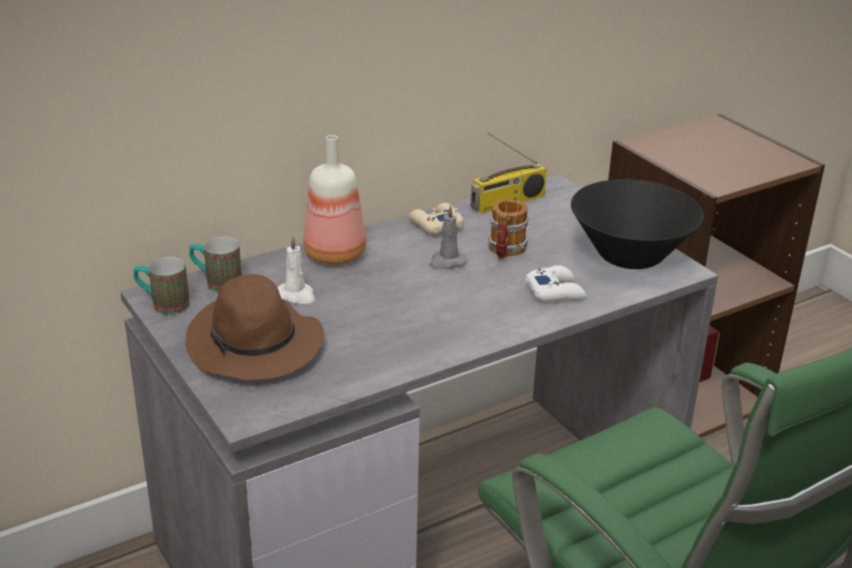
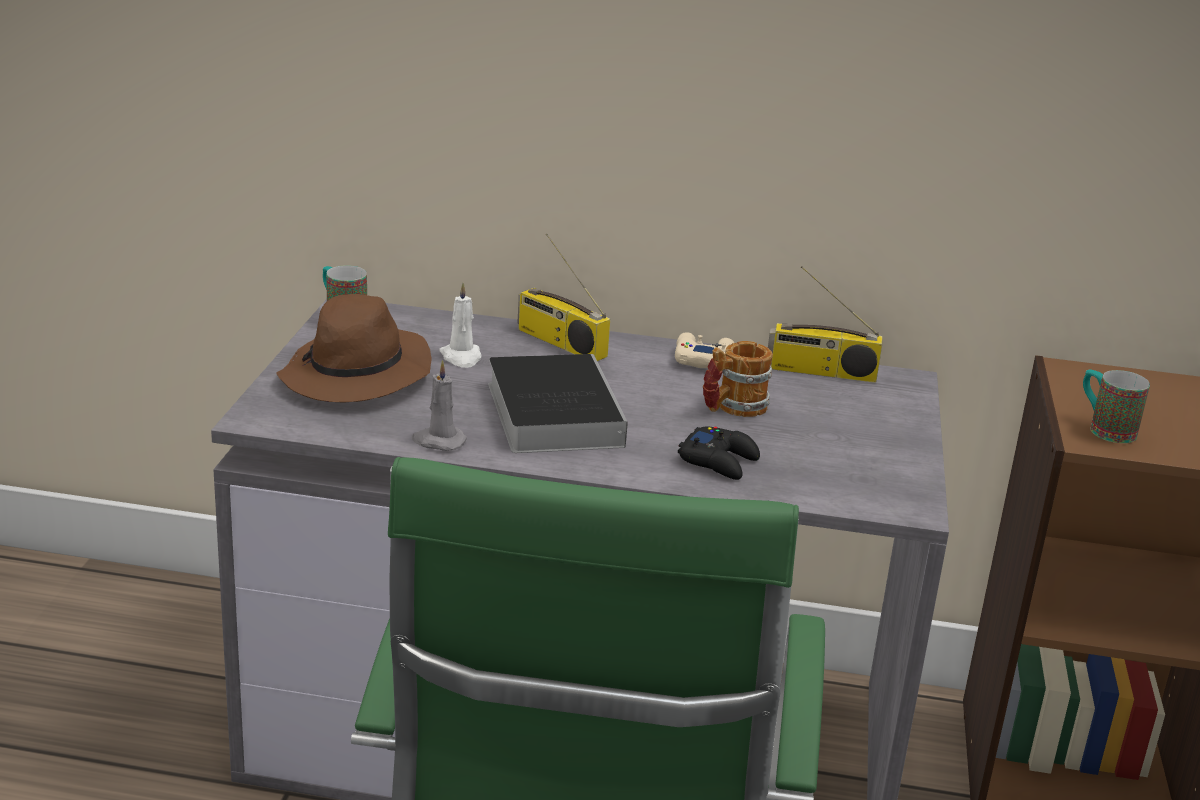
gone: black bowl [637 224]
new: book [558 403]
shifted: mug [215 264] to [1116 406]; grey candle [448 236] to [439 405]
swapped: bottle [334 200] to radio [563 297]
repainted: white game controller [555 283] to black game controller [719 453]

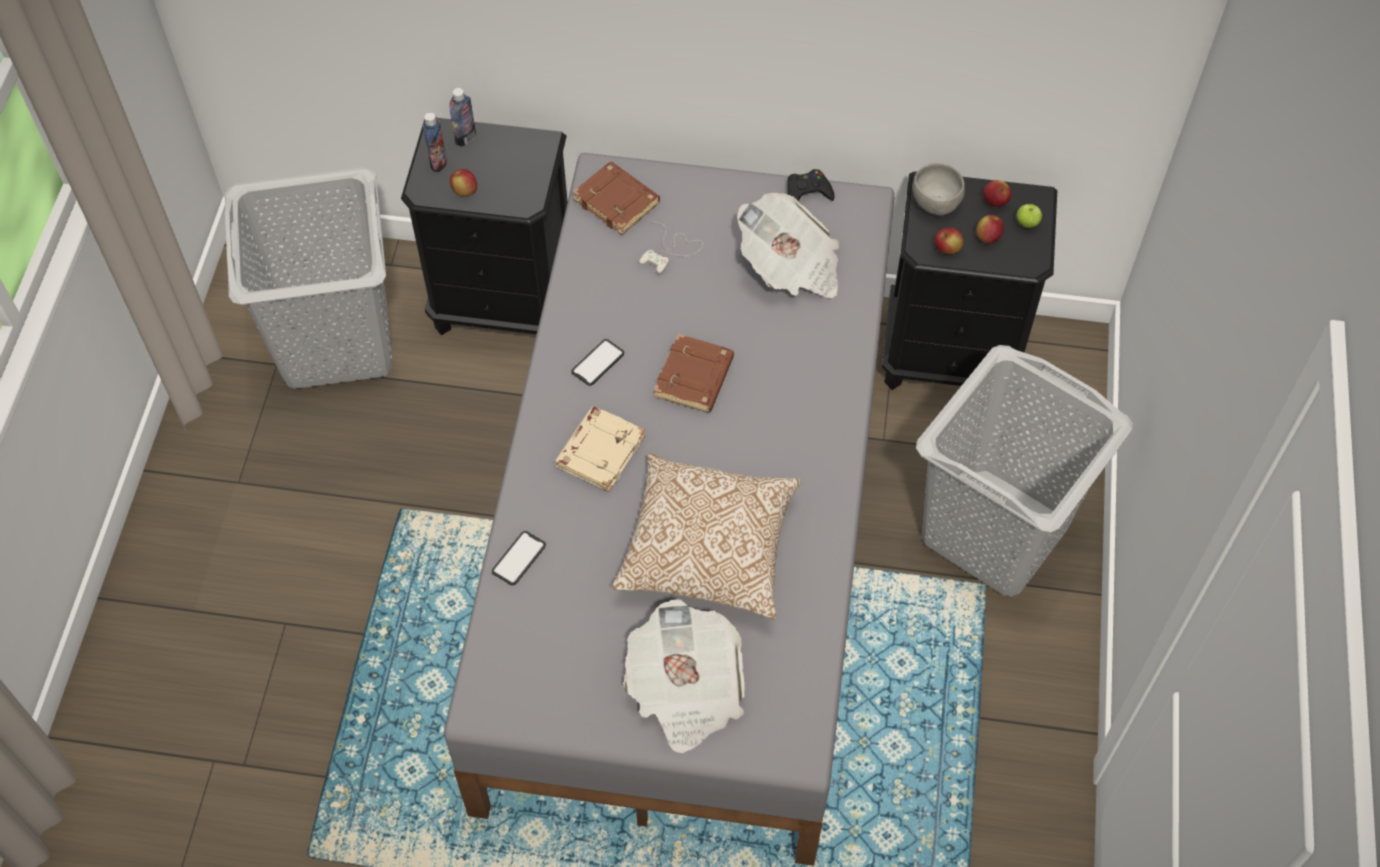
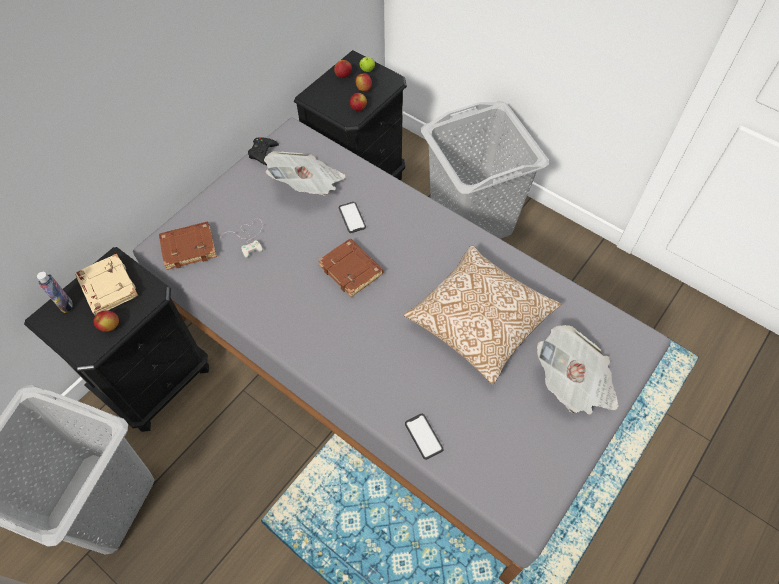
gone: bottle [435 142]; grey bowl [938 189]
shifted: beige book [600 449] to [106 285]; phone [597 362] to [352 217]

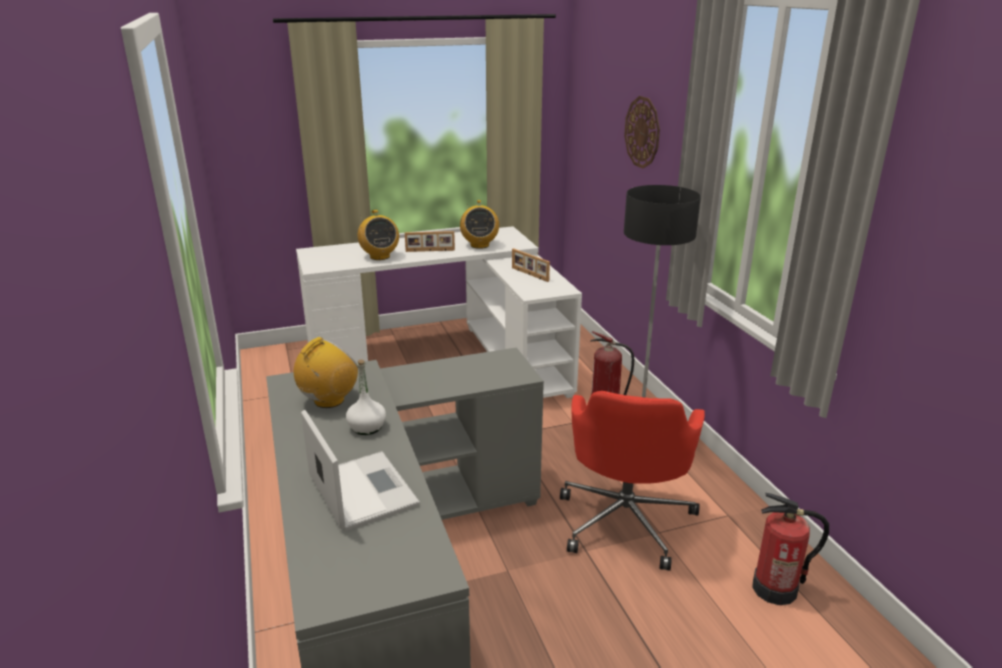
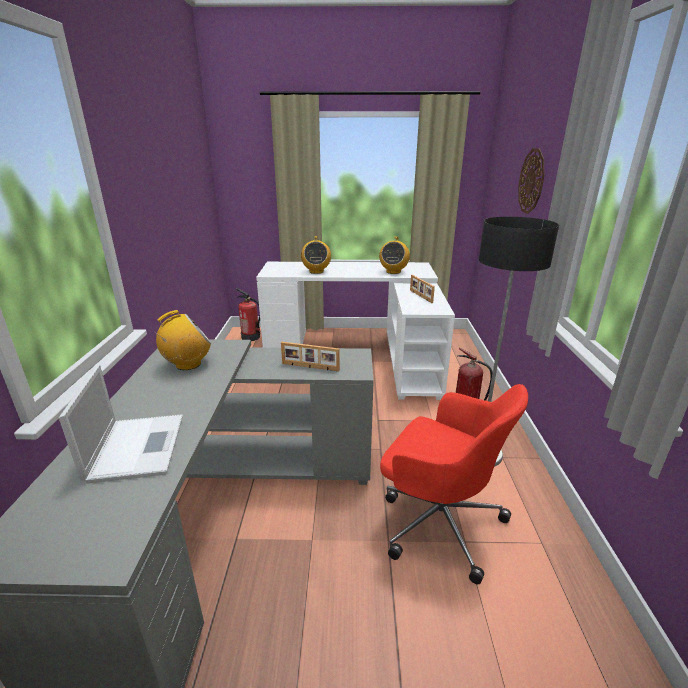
gone: white bottle [366 397]
shifted: picture frame [430 241] to [310 356]; fire extinguisher [790 549] to [248 314]
rotated: red office chair [632 481] = [454 484] 90 degrees counterclockwise

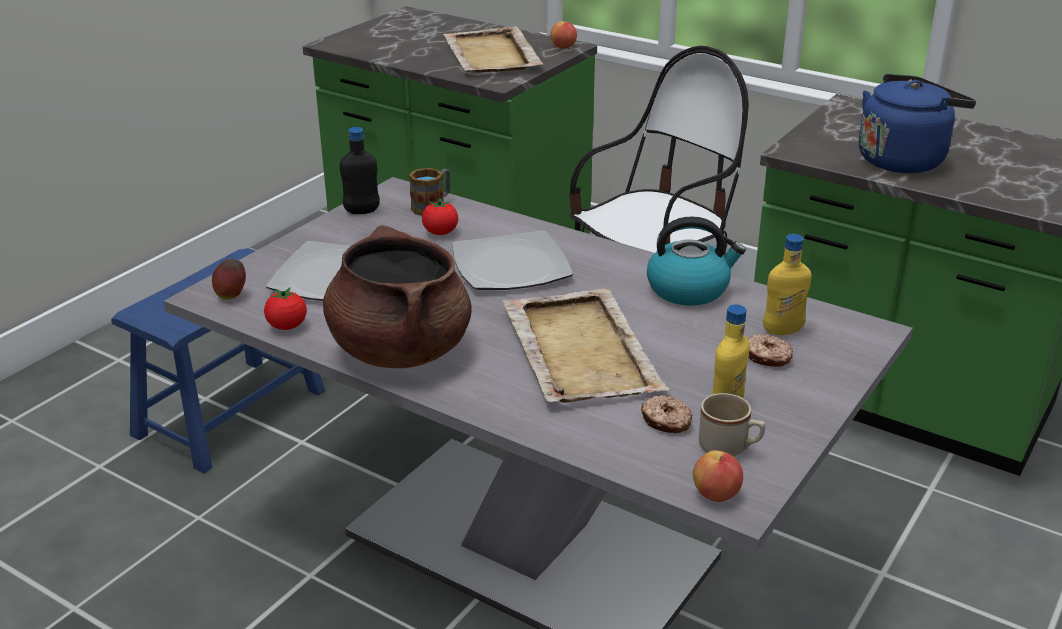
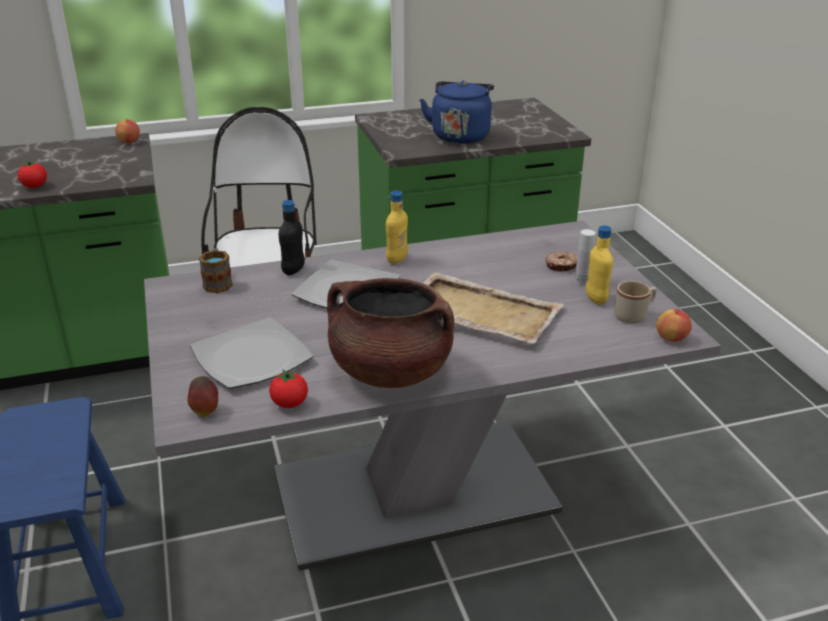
gone: beige tray [493 49]; donut [667 414]; kettle [696 261]
new: white bottle [585 257]
shifted: black bottle [360 170] to [292 237]; tomato [440 216] to [32 174]; yellow bottle [787 284] to [397 227]

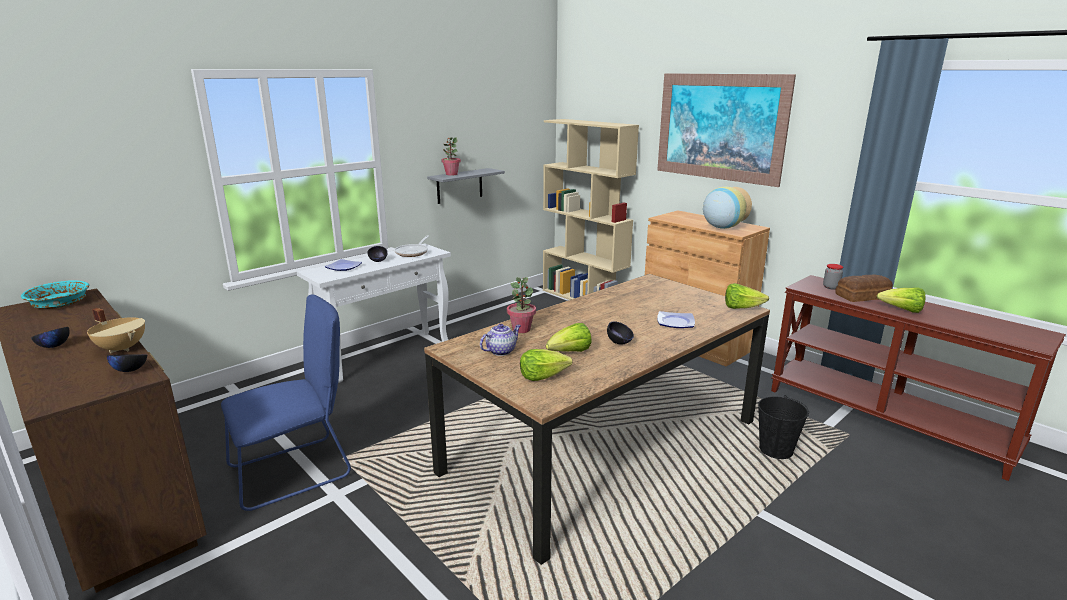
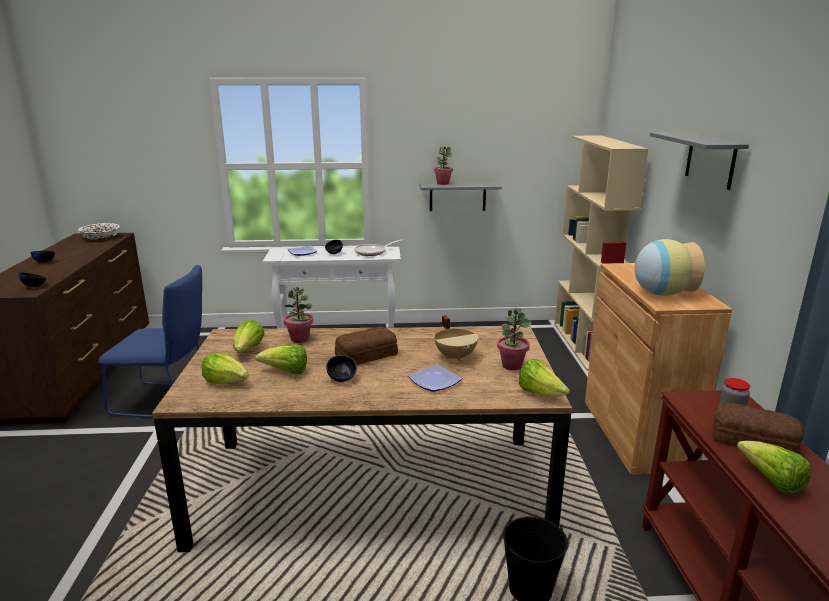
new: bread [366 346]; potted plant [514 339]
shifted: beige cooking pot [116 330] to [456 338]
swapped: teapot [500 340] to lettuce [248 336]; picture [726 130] to grey shelf [699 161]
repainted: turquoise bowl [55 294] to white bowl [99 231]

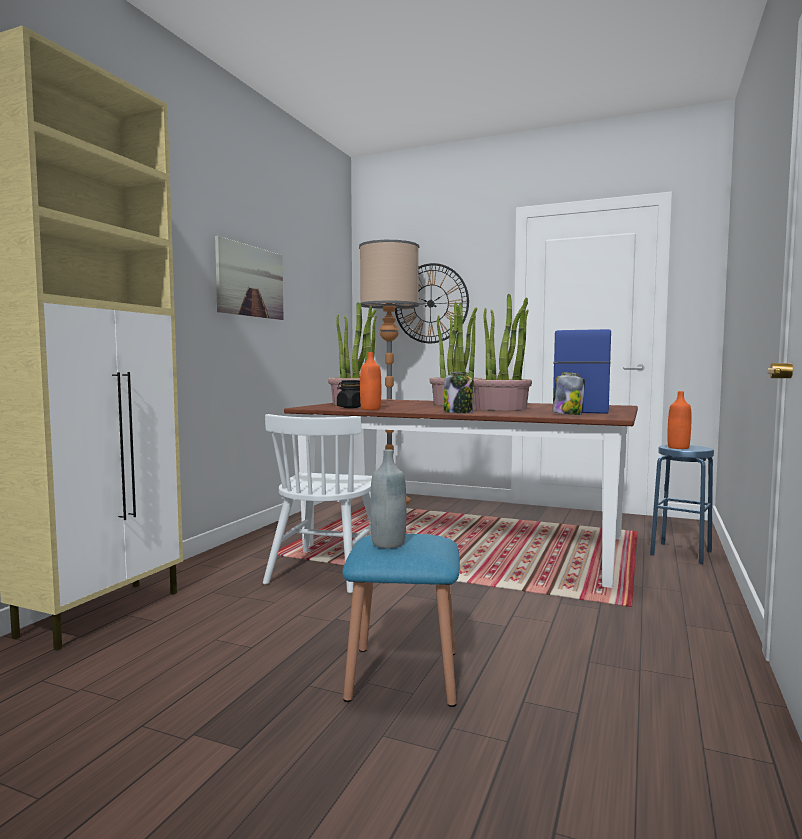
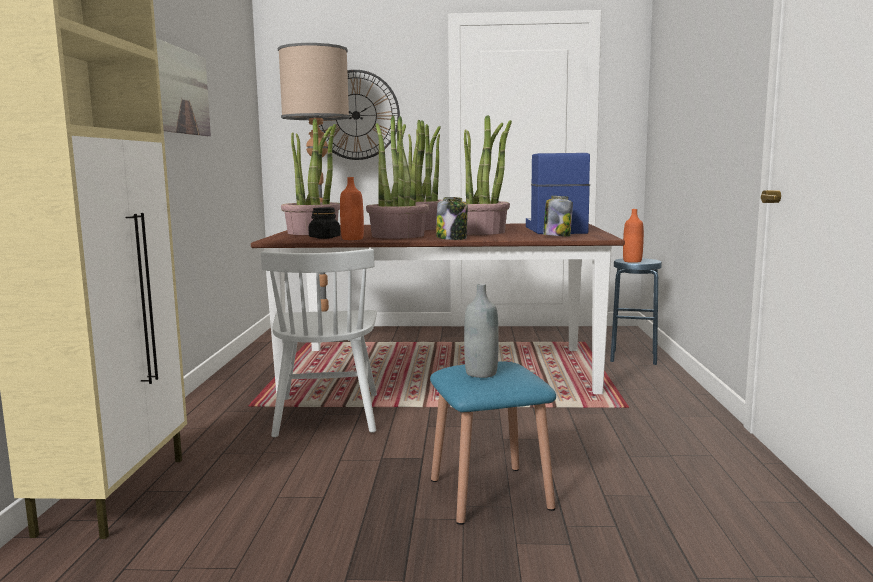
new: potted plant [397 177]

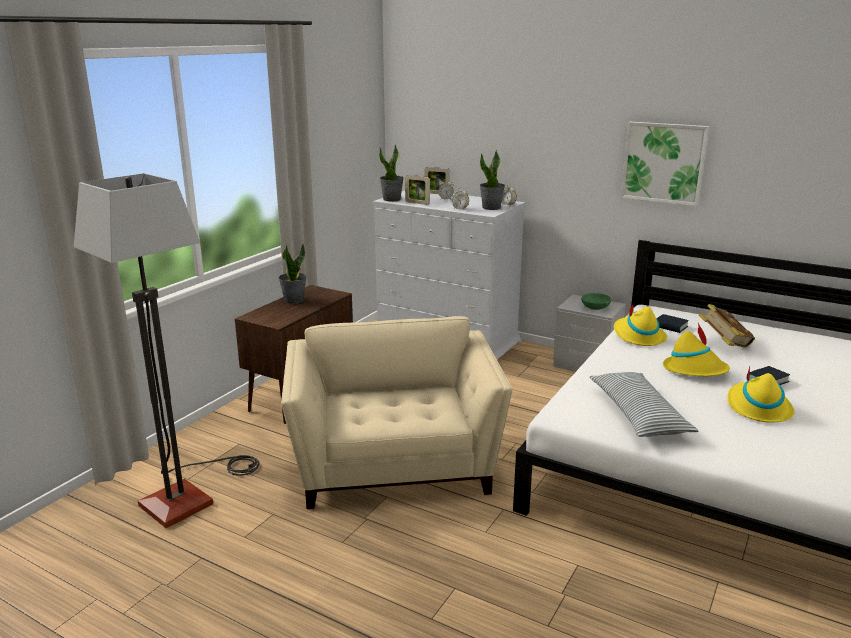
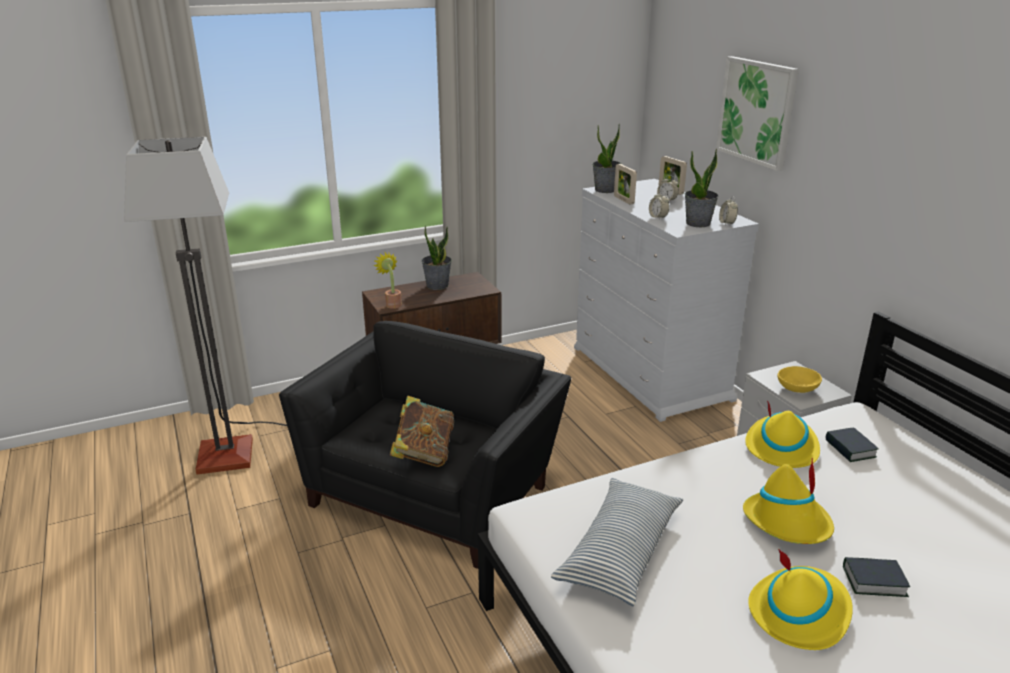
new: potted plant [387 280]
shifted: picture [665 164] to [757 113]; book [727 326] to [422 431]
repainted: beige armchair [396 412] to black armchair [425 445]; green bowl [596 301] to yellow bowl [800 379]

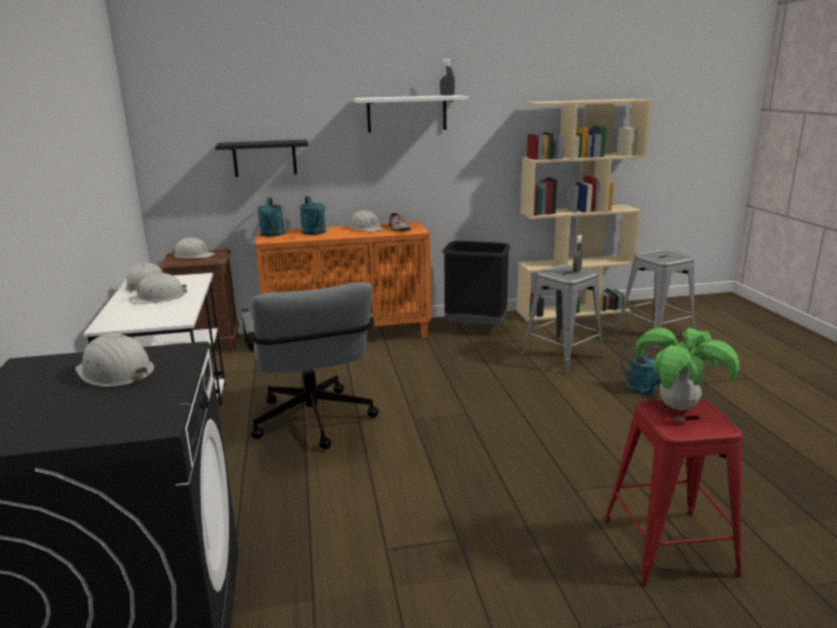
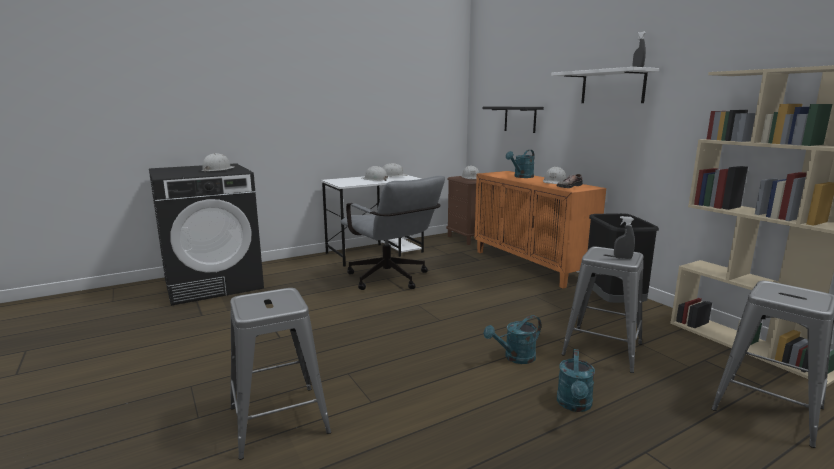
gone: potted plant [687 369]
shifted: turquoise watering can [271 217] to [512 339]
repainted: red stool [673 492] to grey stool [280 374]
rotated: grey office chair [310 365] = [392 233] 90 degrees counterclockwise

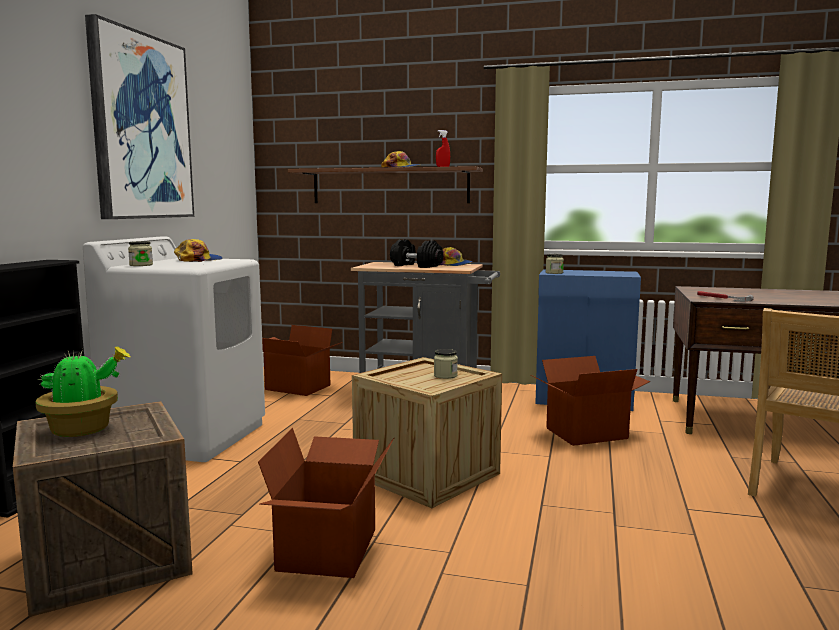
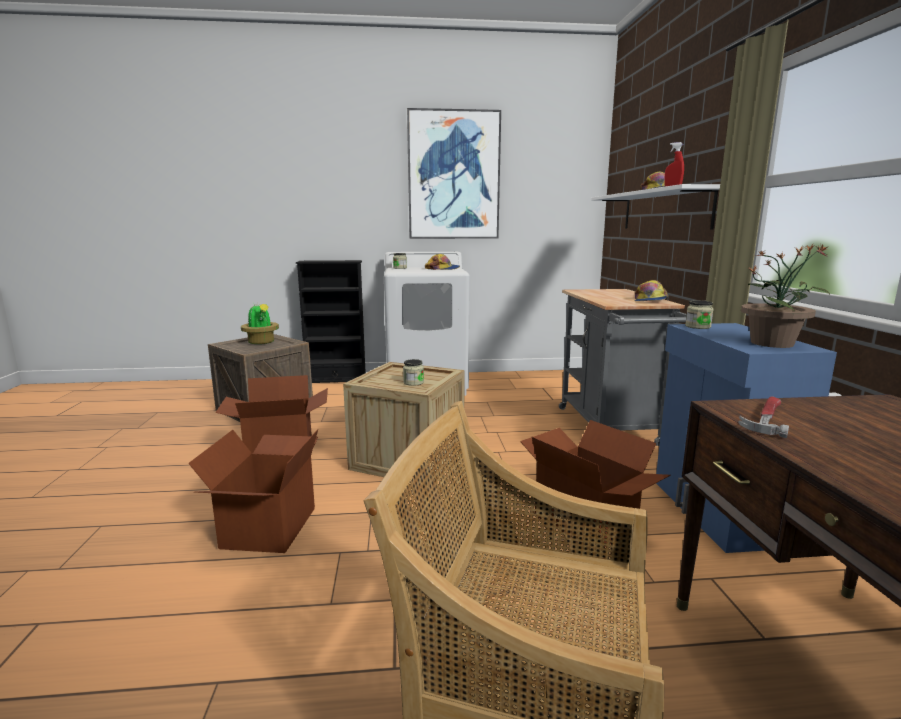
gone: black dumbbell [417 253]
new: potted plant [785 295]
shifted: cardboard box [302 360] to [253 491]
repainted: brown shelf [385 184] to white shelf [656 207]

